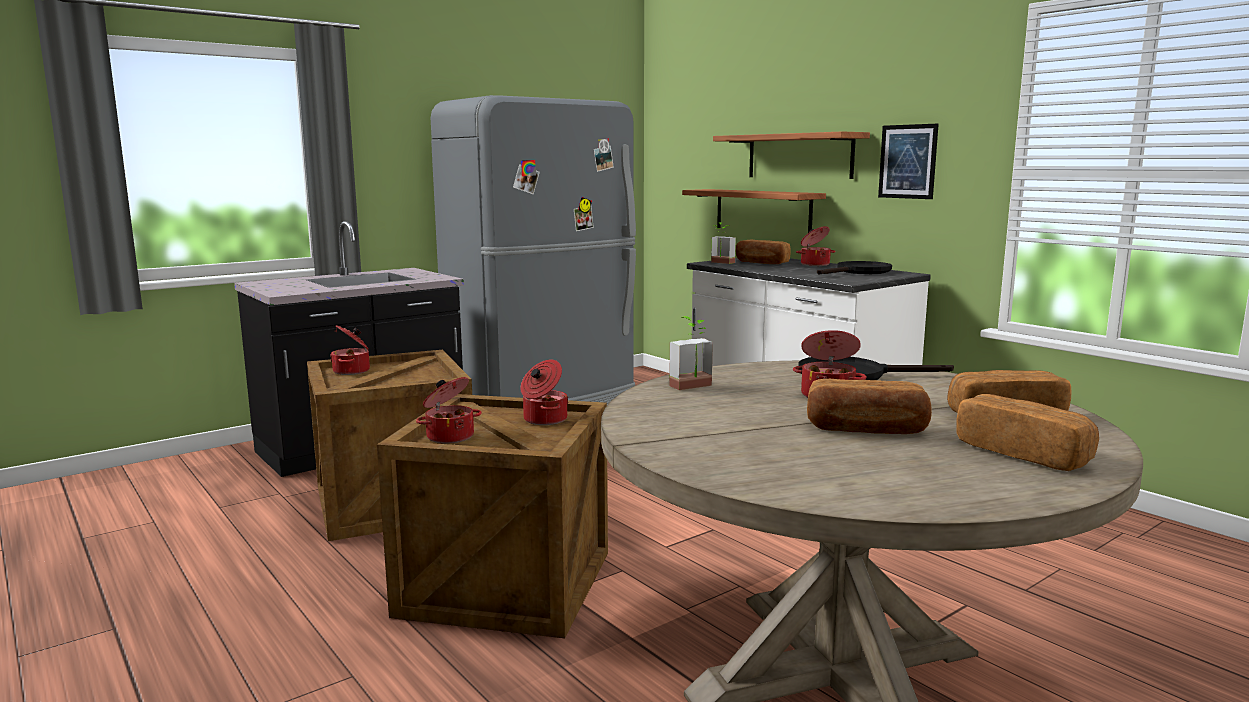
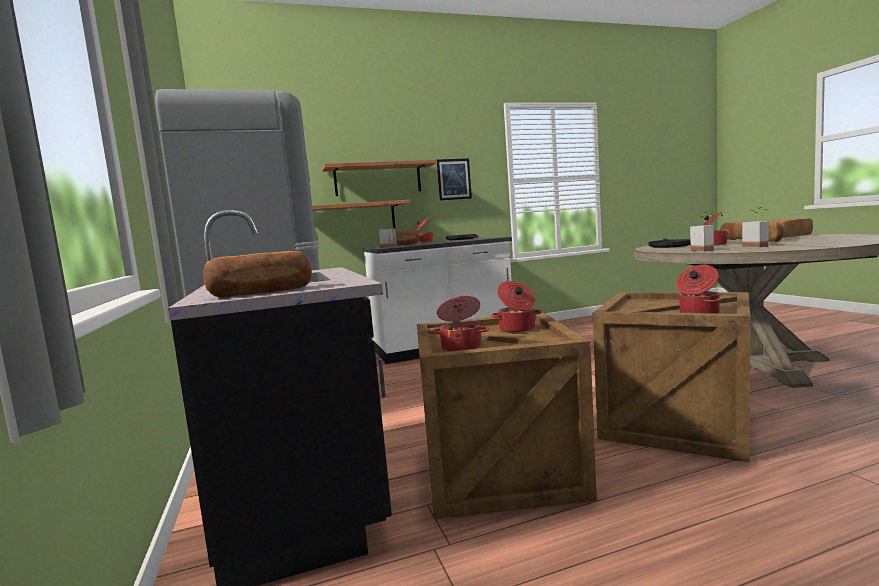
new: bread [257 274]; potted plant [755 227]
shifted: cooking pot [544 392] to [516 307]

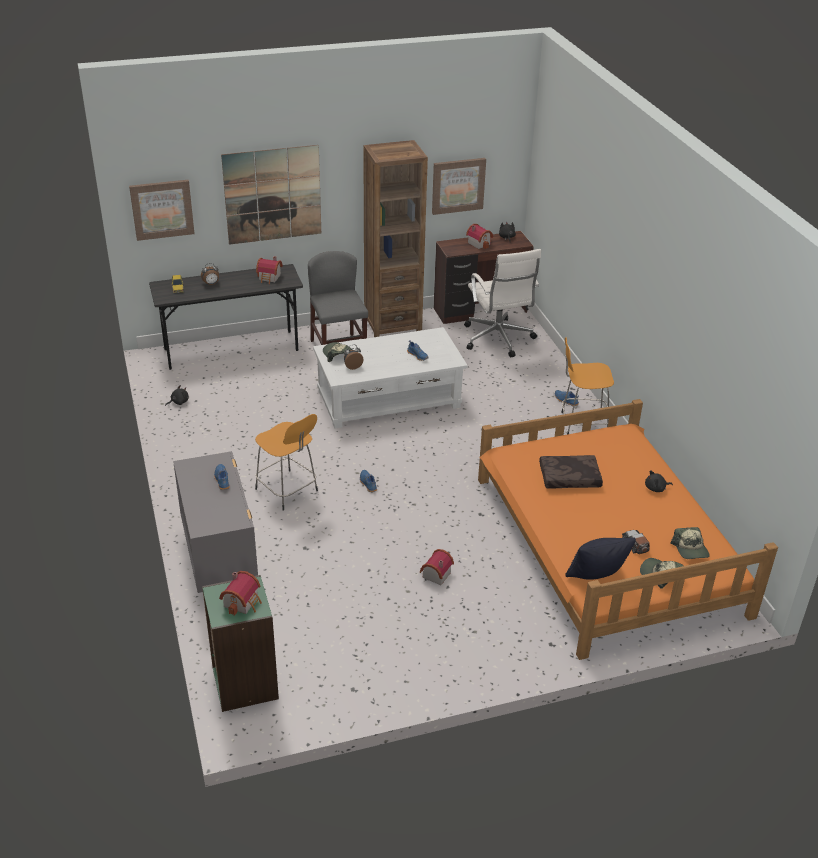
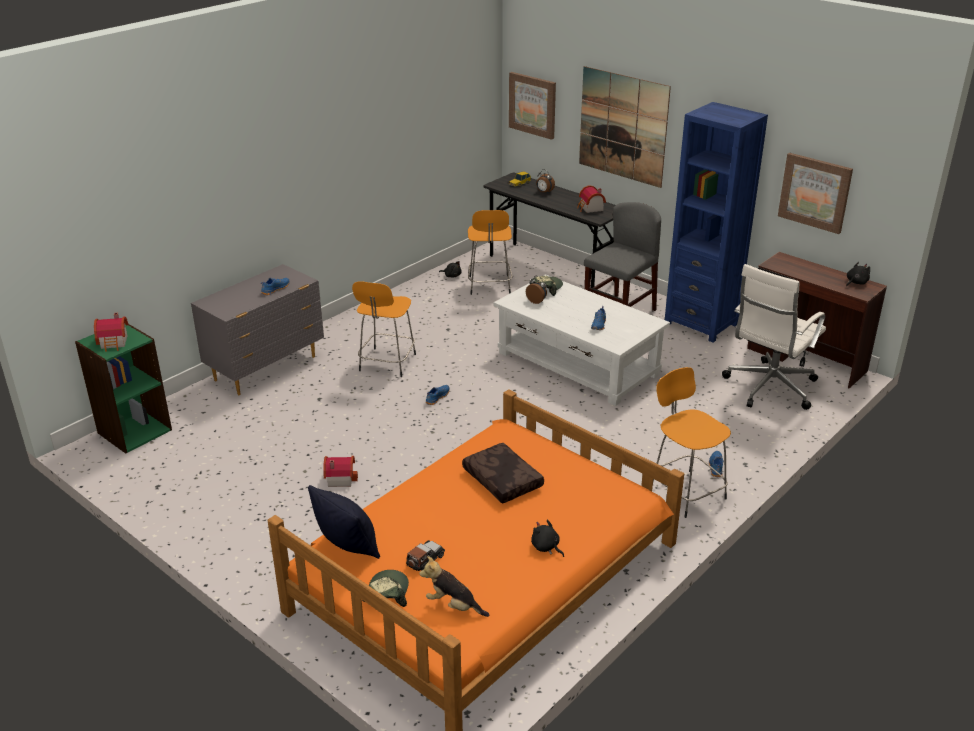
gone: toy house [479 236]
new: orange stool [490 252]
swapped: cap [690 543] to plush toy [454 586]
repainted: brown bookcase [395 238] to blue bookcase [716 222]

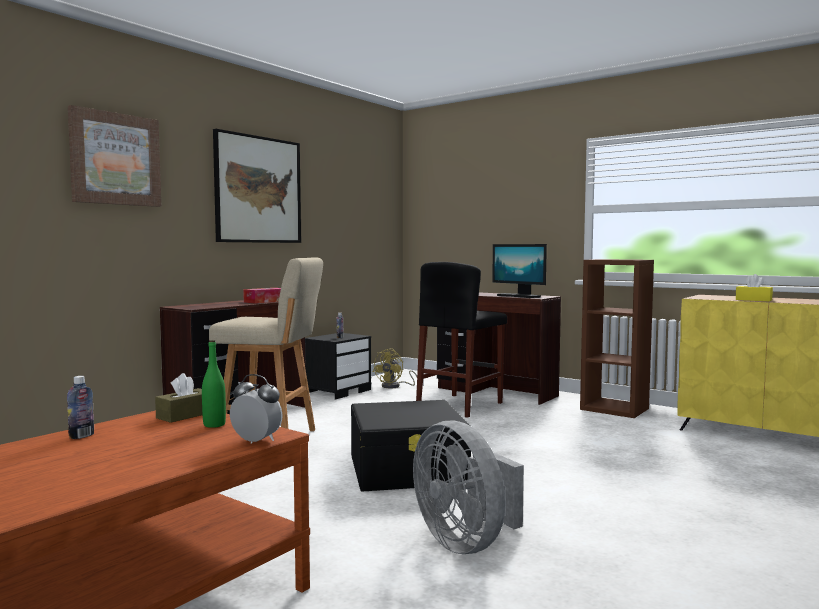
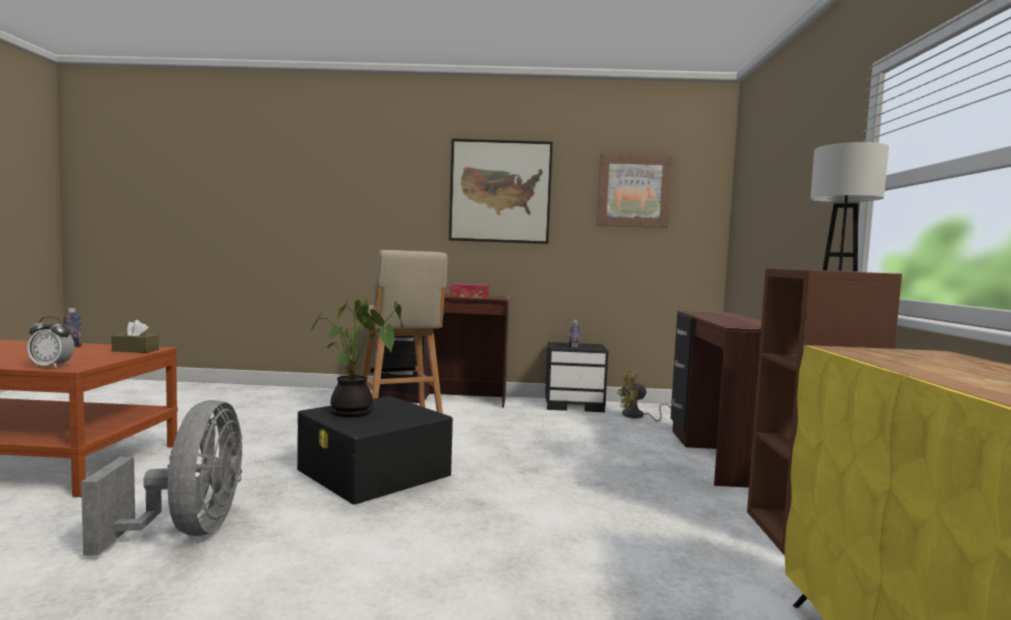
gone: green bottle [214 384]; black stool [461 340]; monitor [519 271]; yellow tissue box [754 287]
new: potted plant [356 358]; white table lamp [850 207]
shifted: picture [114 156] to [635 191]
rotated: alarm clock [256 408] = [51 342] 105 degrees clockwise; grey fan [468 487] = [161 478] 150 degrees clockwise

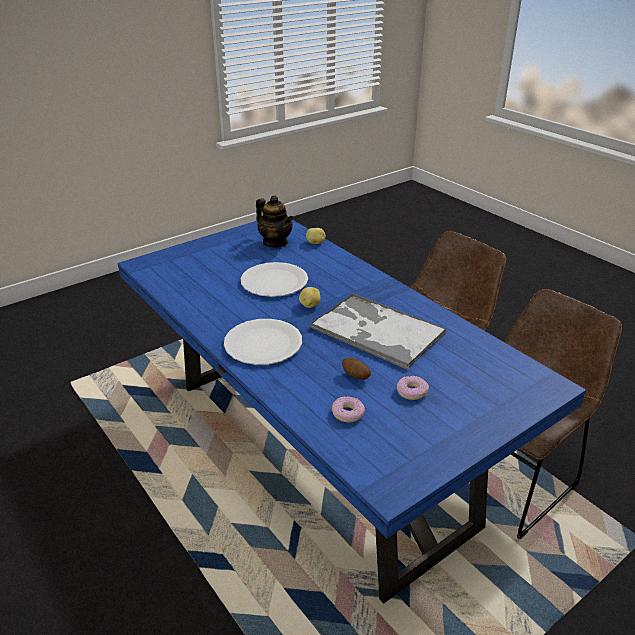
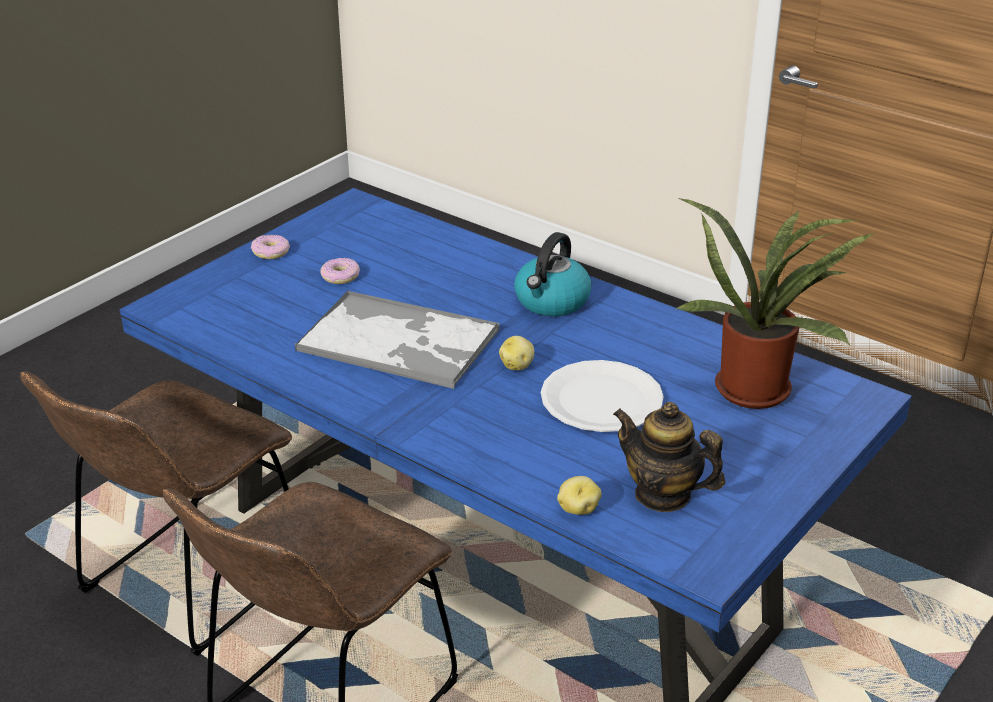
gone: potato [356 369]
new: potted plant [776 303]
shifted: donut [348 409] to [270 247]
swapped: white plate [263 342] to kettle [552 274]

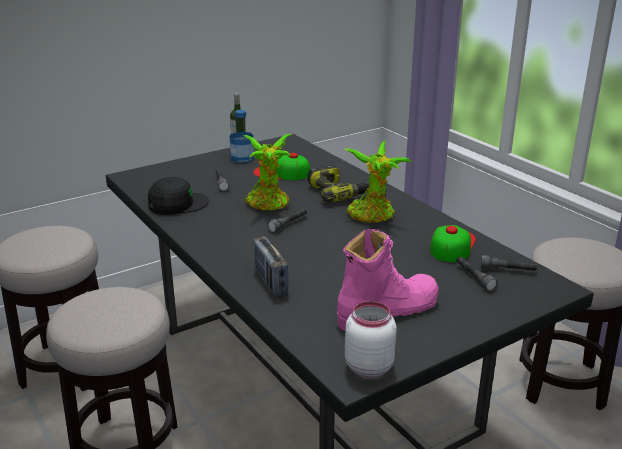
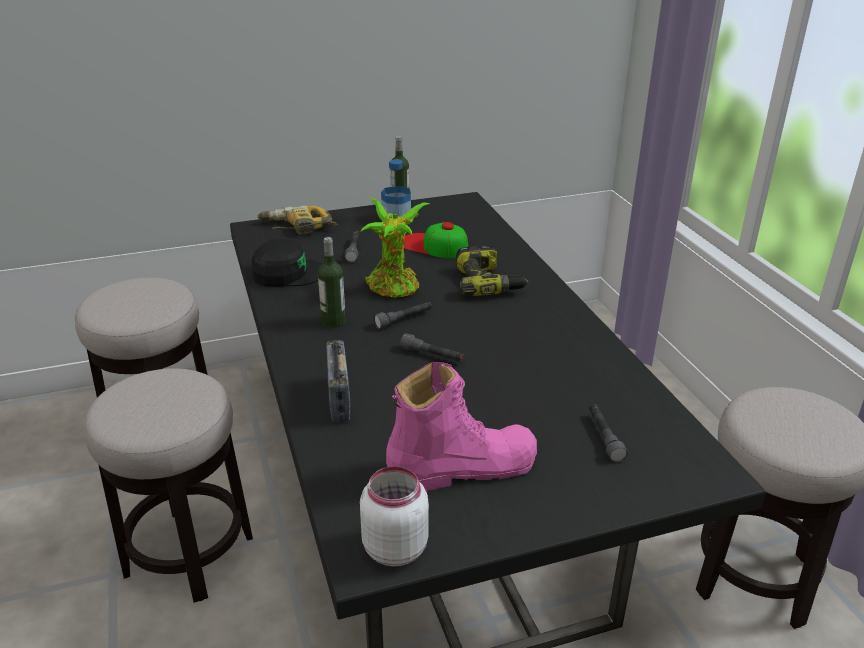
gone: potted plant [378 182]; cap [453 243]
new: power drill [298 220]; bottle [332 282]
shifted: grey flashlight [508 263] to [432 347]

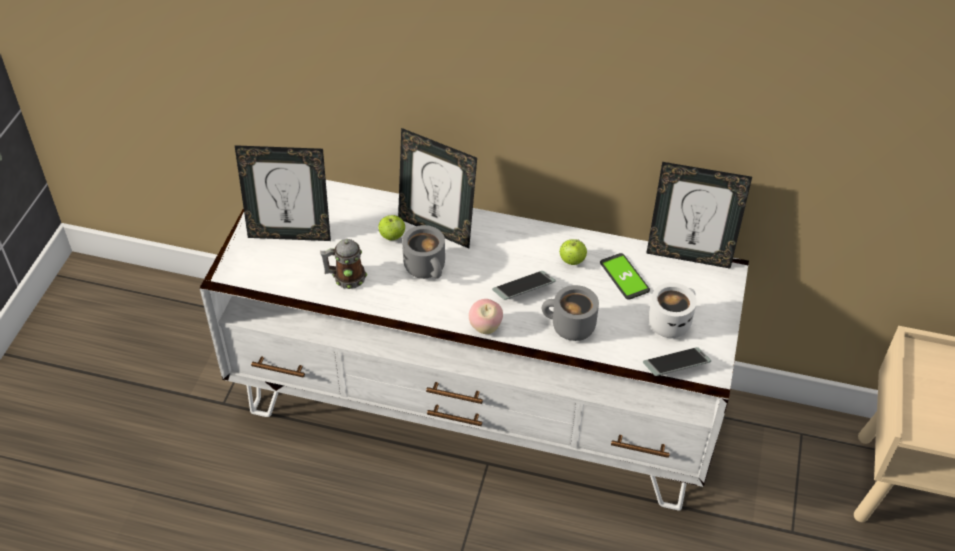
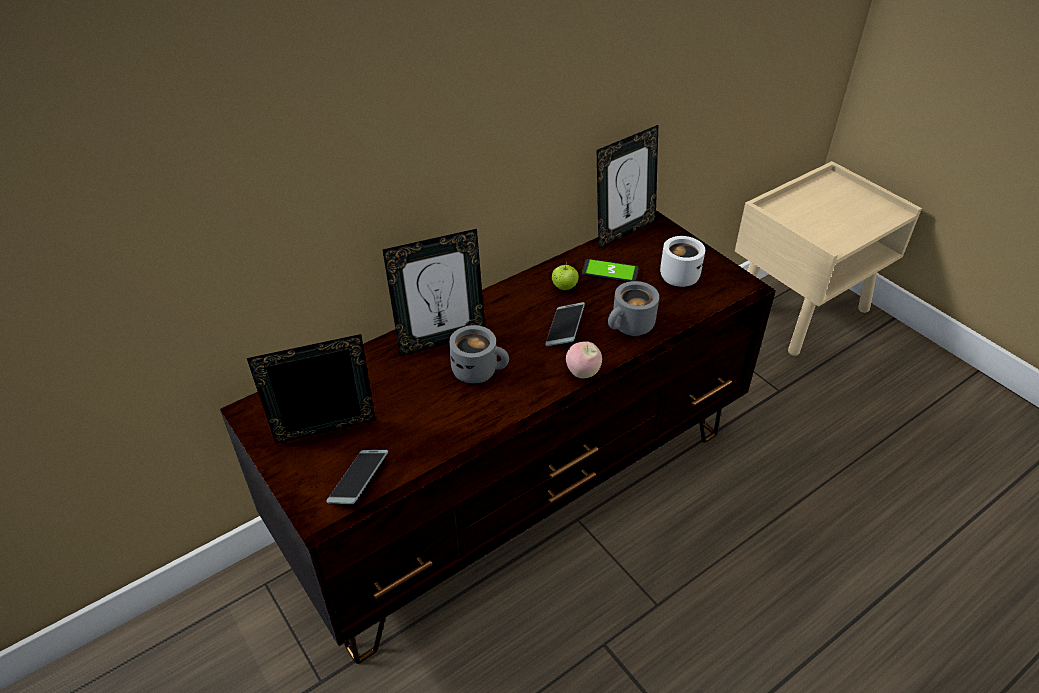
gone: mug [343 264]; apple [391 227]
shifted: phone [677 361] to [357 477]
repainted: white tv stand [474 345] to brown tv stand [498 437]
rotated: picture frame [283 193] = [311 389] 150 degrees counterclockwise

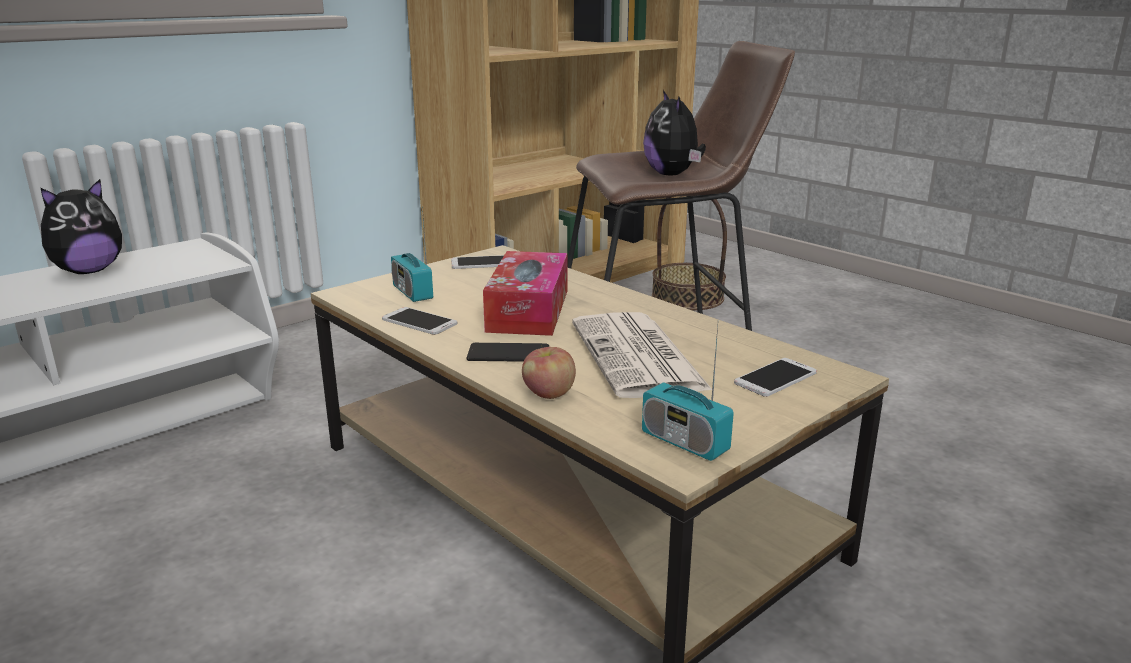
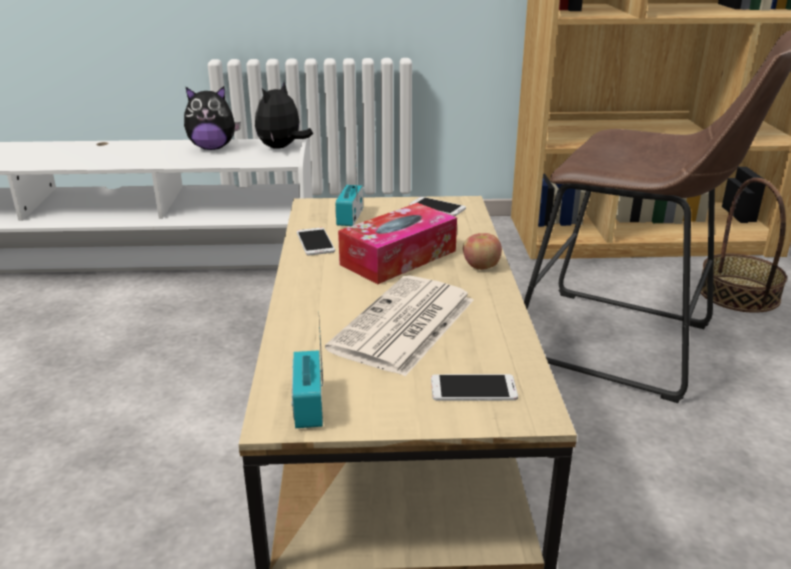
gone: phone [508 352]
shifted: apple [549 373] to [482 251]; plush toy [674 132] to [284 115]

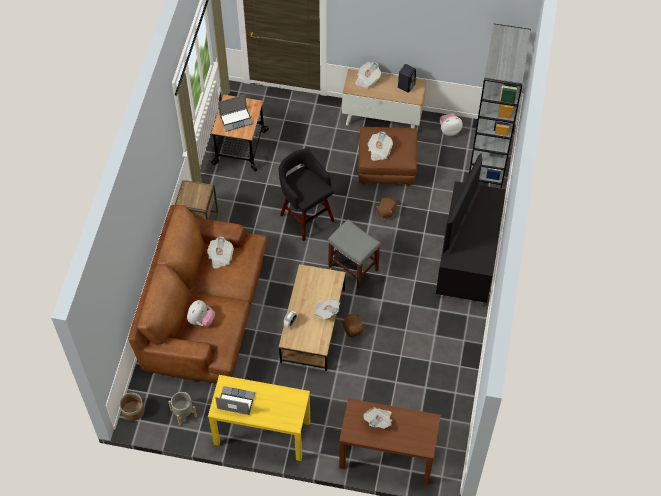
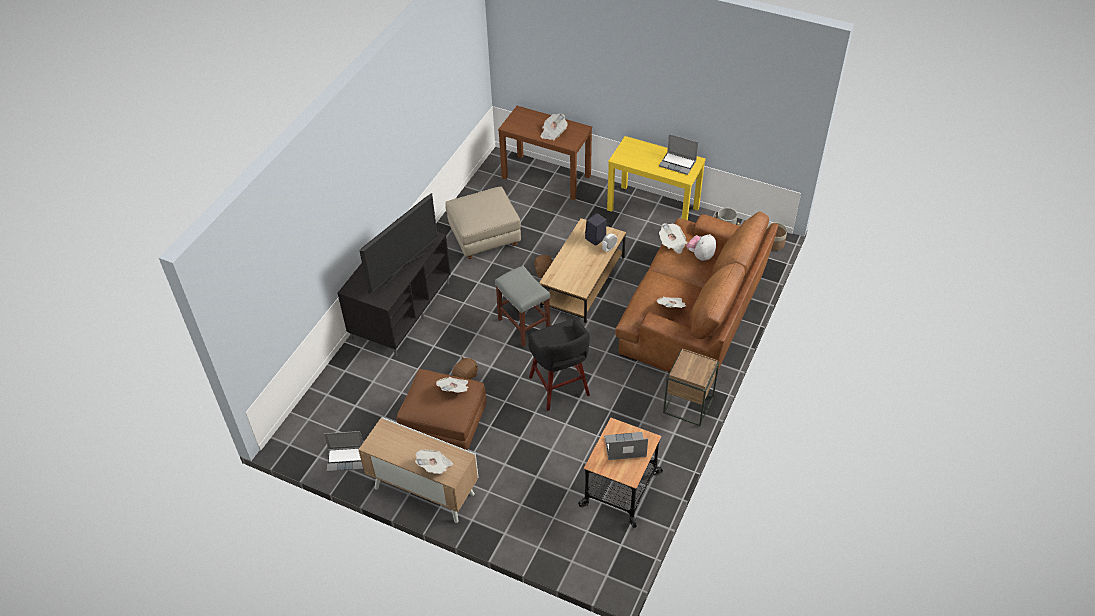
gone: grey bookcase [500 106]
new: beige ottoman [483 222]
shifted: newspaper [326 309] to [673 238]; black speaker [407 78] to [596 229]
swapped: plush toy [451 124] to laptop [343 451]

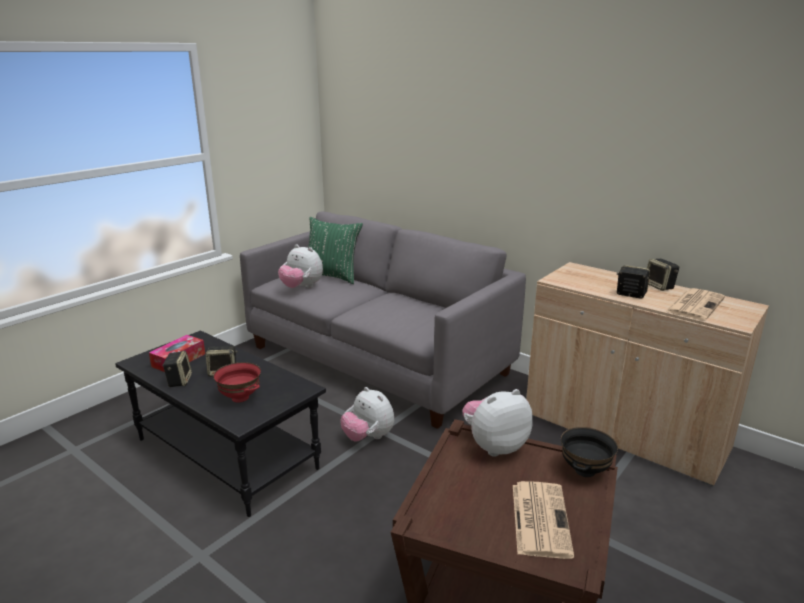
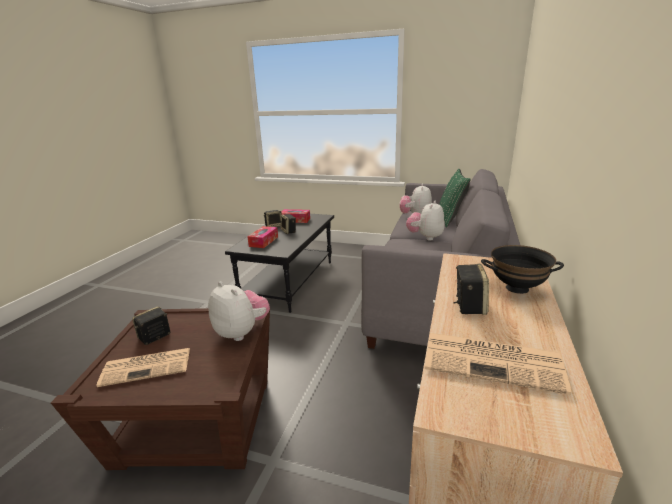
shifted: plush toy [367 414] to [425 220]; black bowl [589 452] to [522 269]; speaker [663 275] to [151 325]
swapped: red bowl [237 382] to tissue box [262 237]

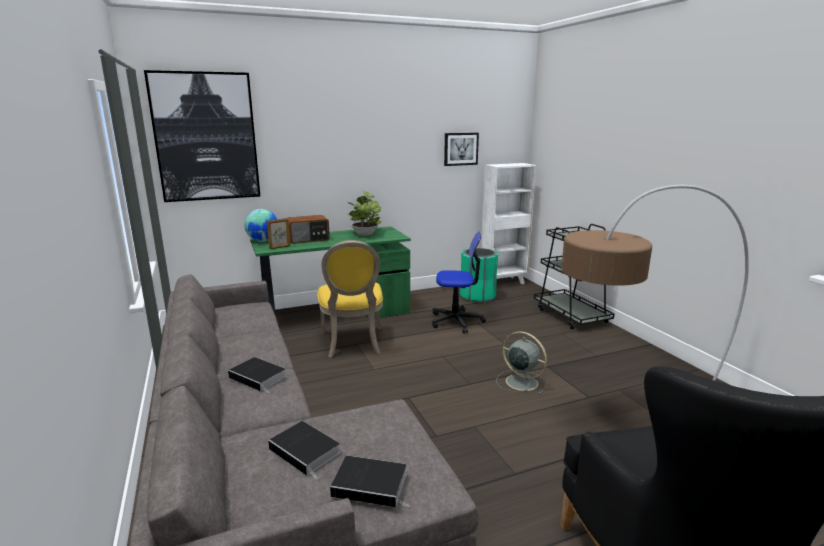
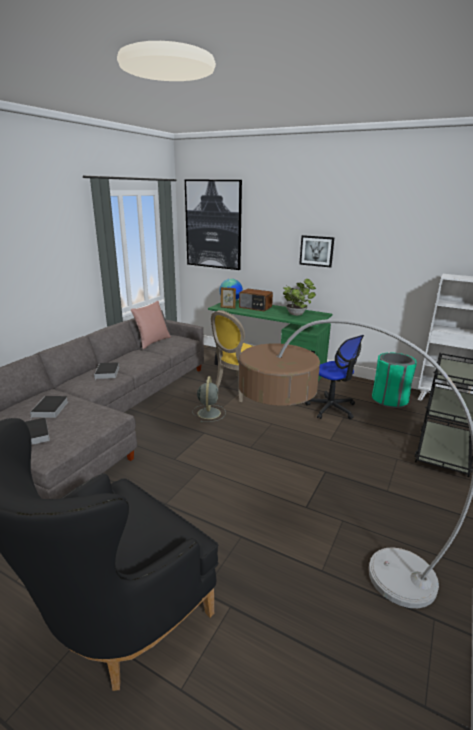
new: pink pillow [151 325]
shifted: picture [461 149] to [317 251]; grey fan [521 363] to [209 399]

